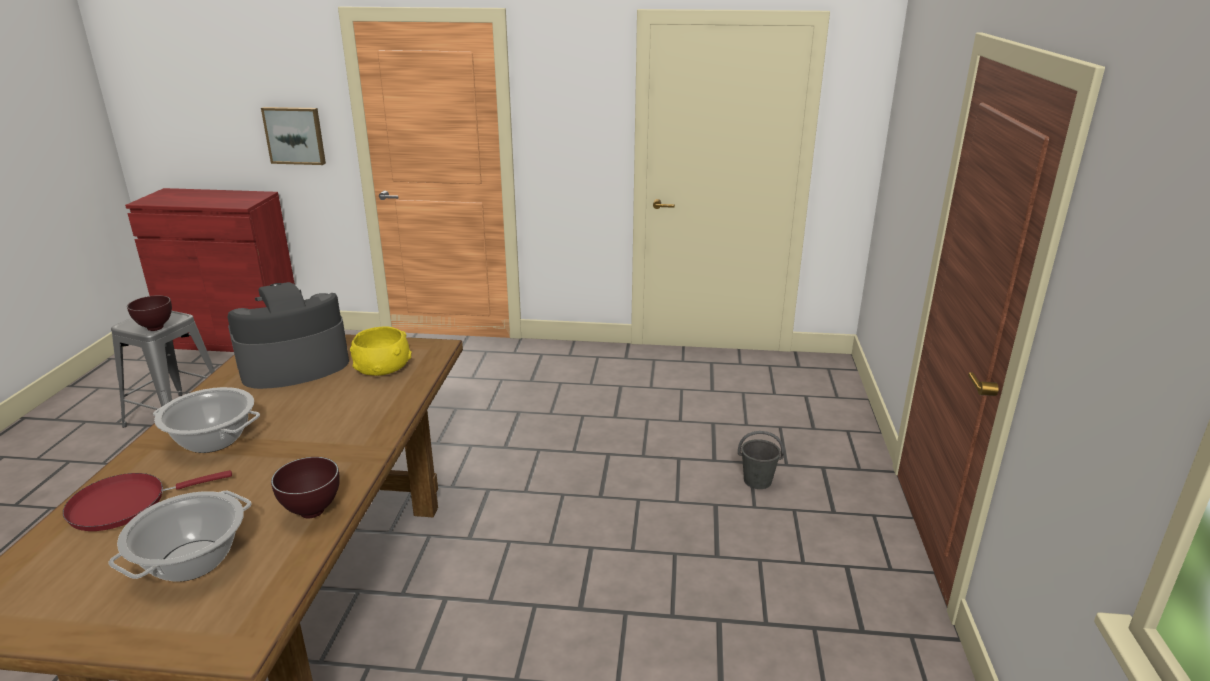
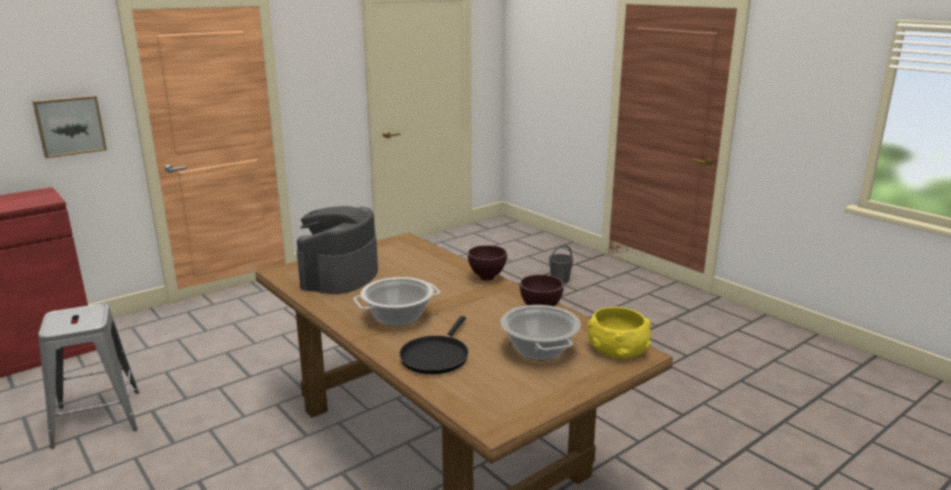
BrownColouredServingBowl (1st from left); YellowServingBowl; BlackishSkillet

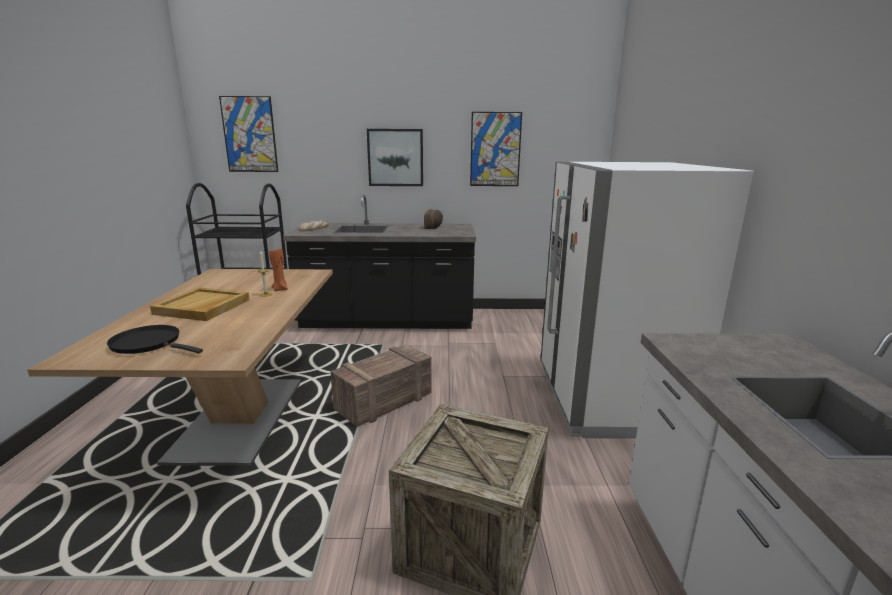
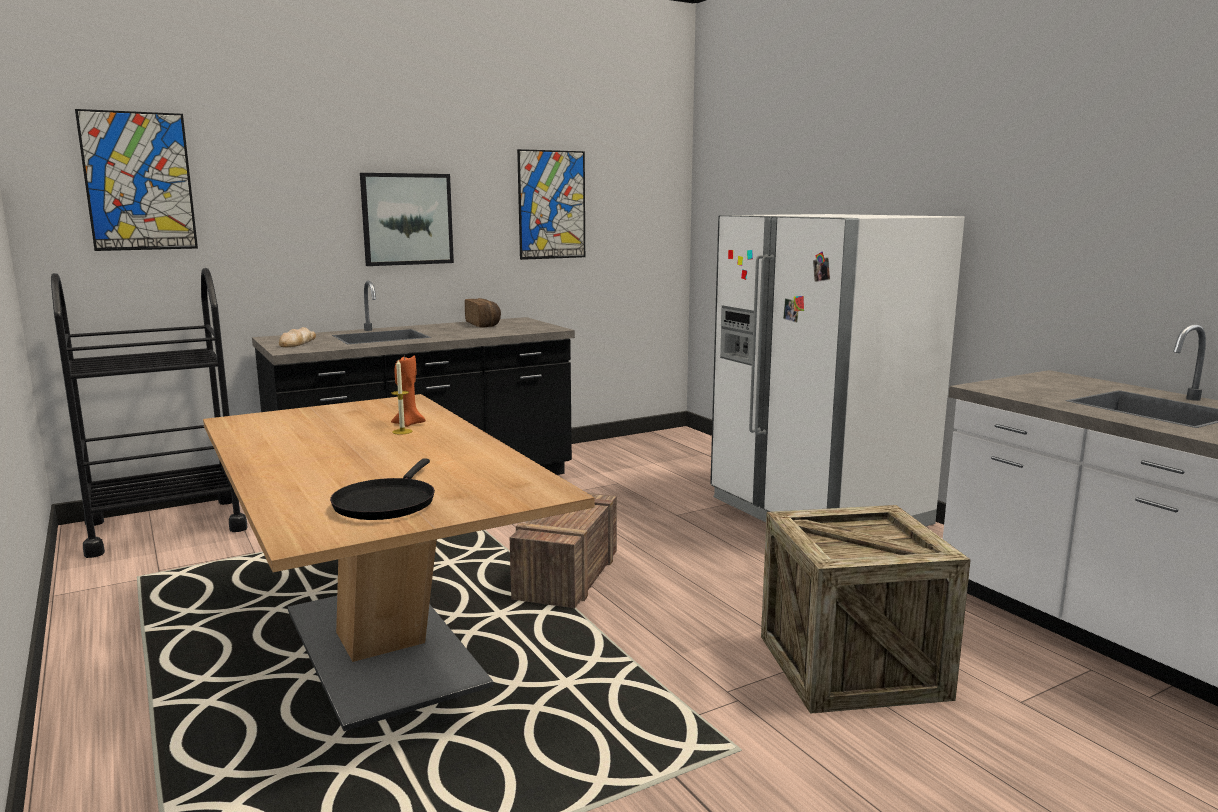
SandColouredCarryingTray; BlackishSkillet

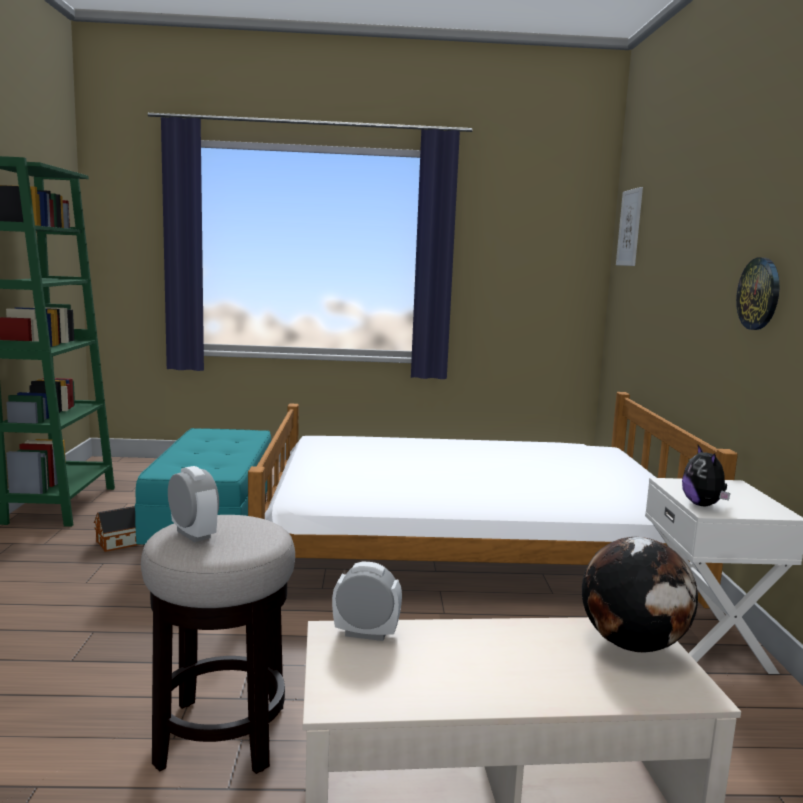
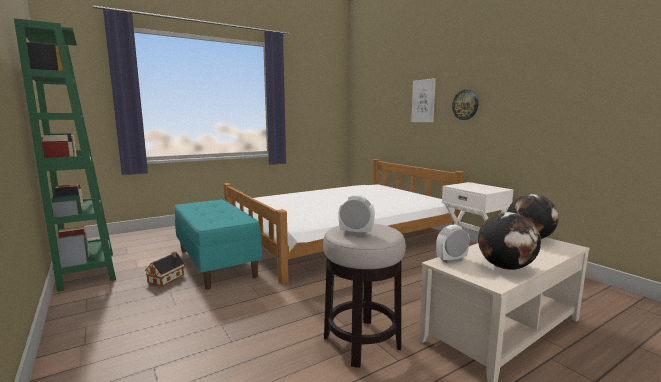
PlushToy; Globe (1st from left); WallPicture

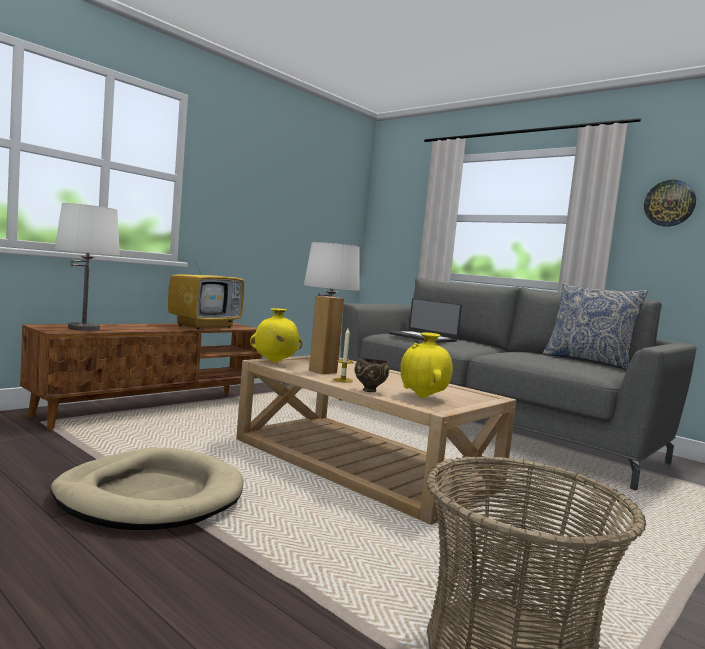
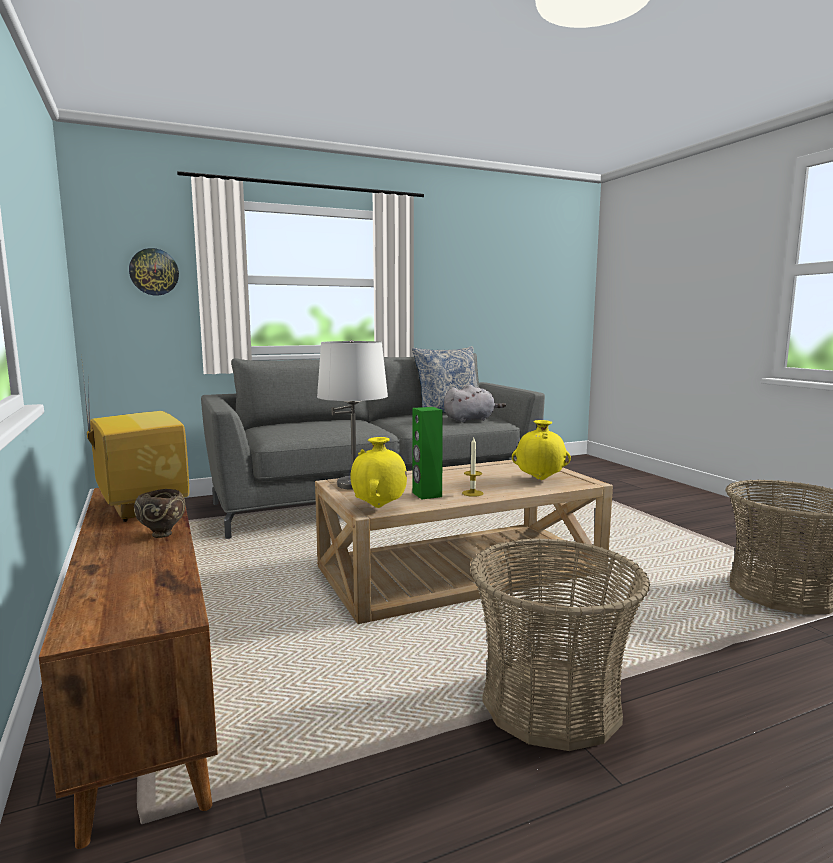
WhitishTabletopLamp (1st from left in the first image); NotebookComputer; GrayPlushToy; BrownColouredServingBowl; ClockOnTheWall; Basket (1st from left); GreenAudioSpeaker

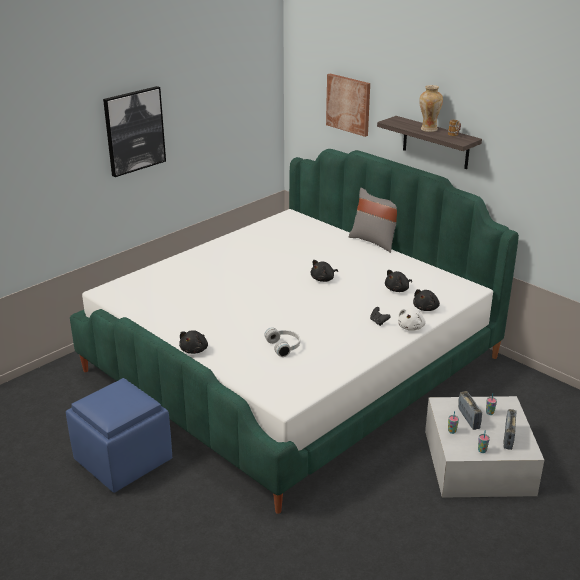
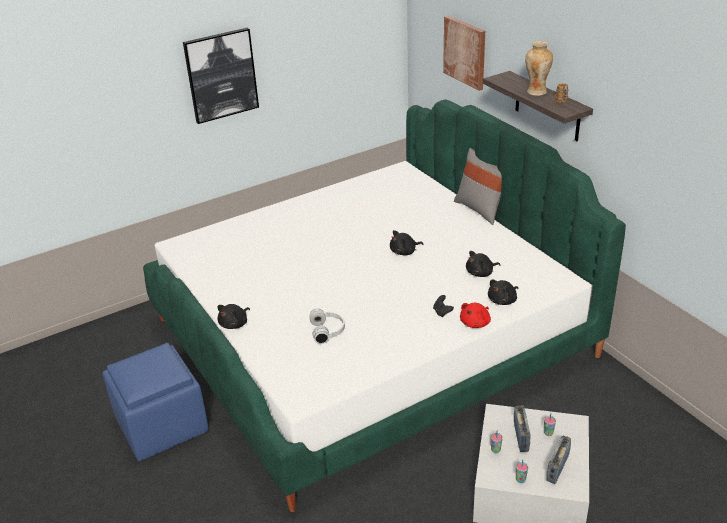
RedColouredPlushToy

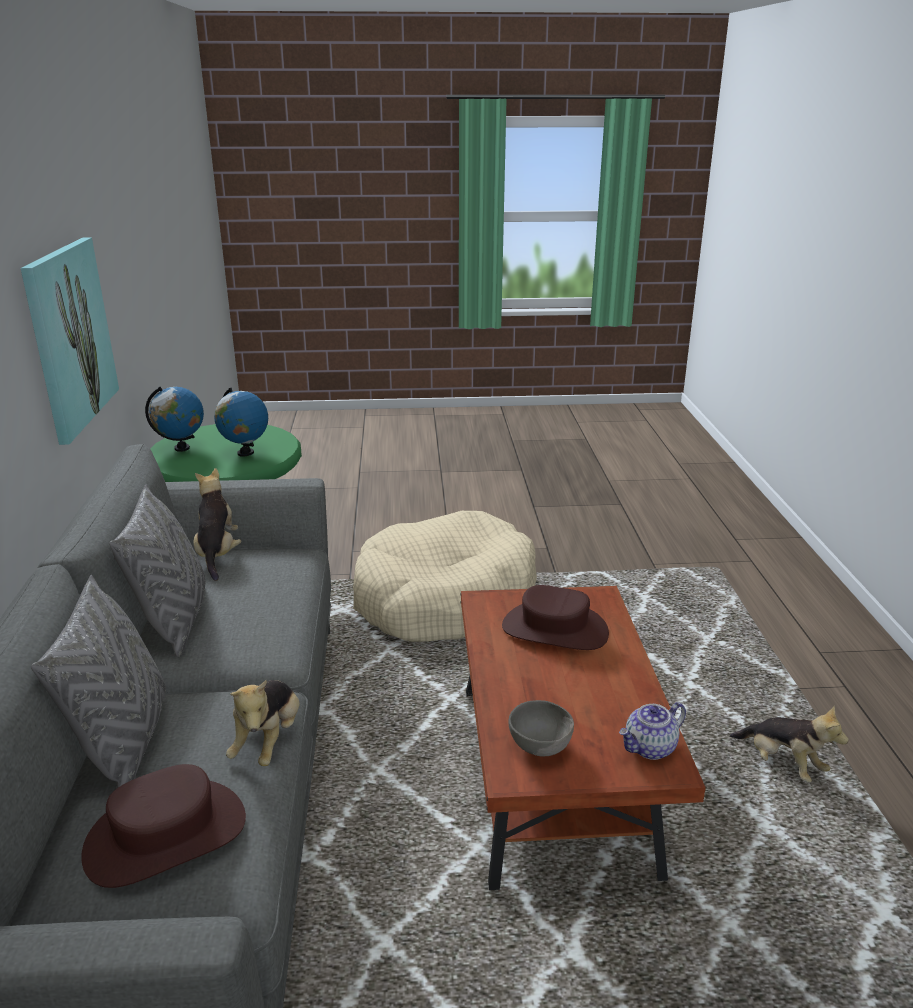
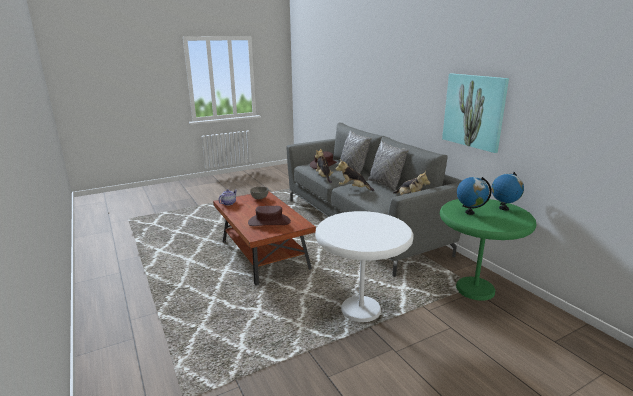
PlushToy (2nd from left); WhitishEndTable

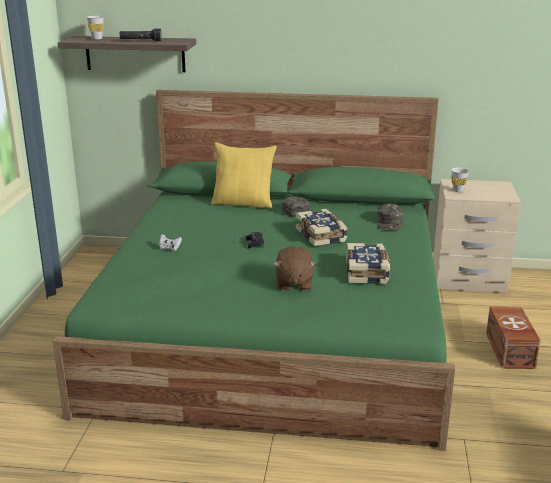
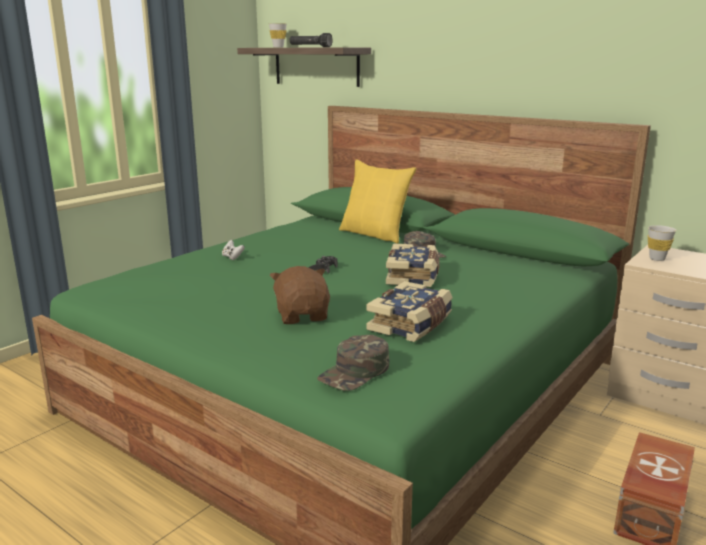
GreenPeakedCap (1st from left); BrownColouredPlushToy

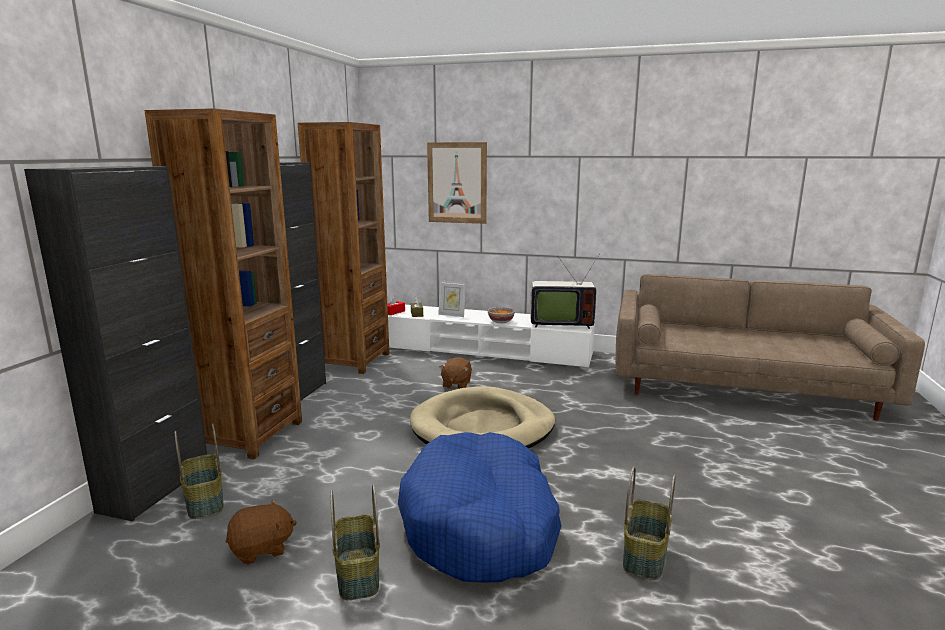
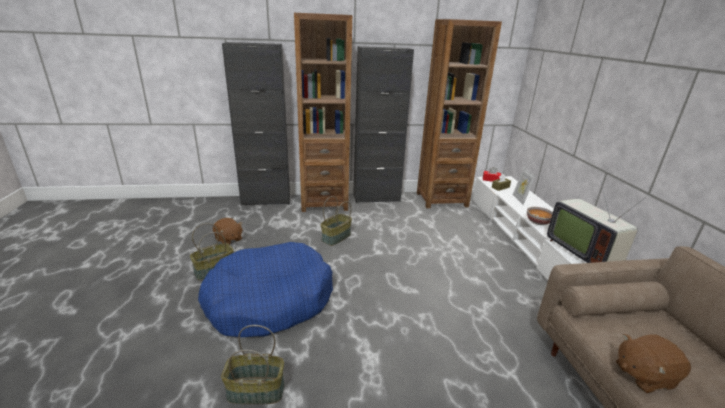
SandColouredDogBed; WallPicture; Basket (3rd from left); BrownColouredPlushToy (2nd from left)

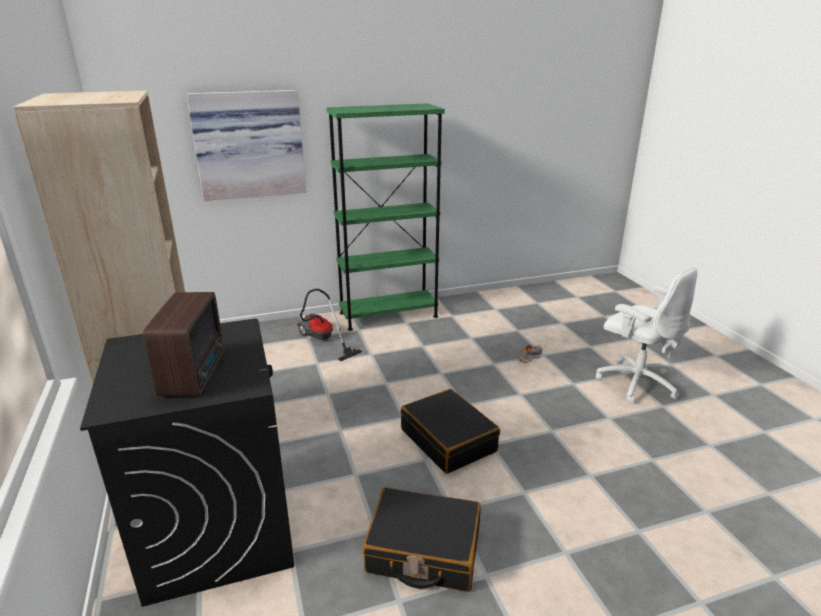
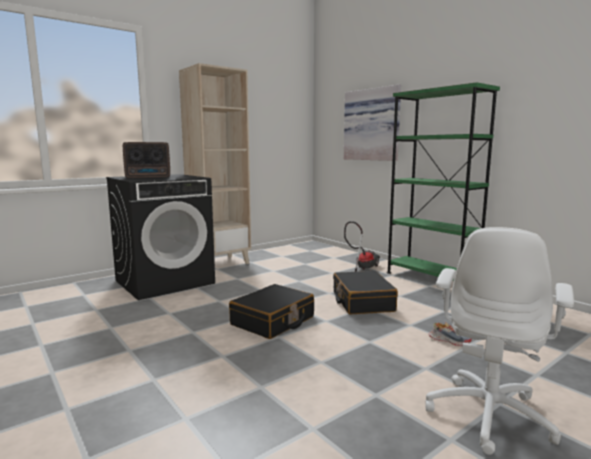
BlackishSuitcase (2nd from left)

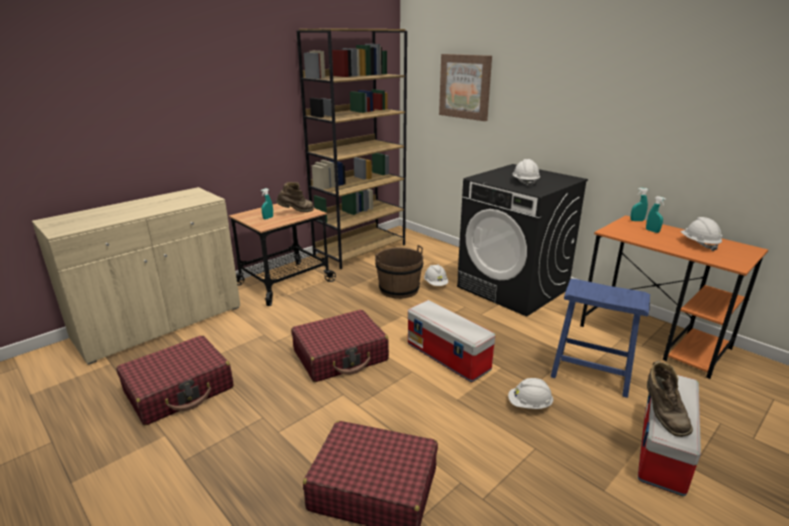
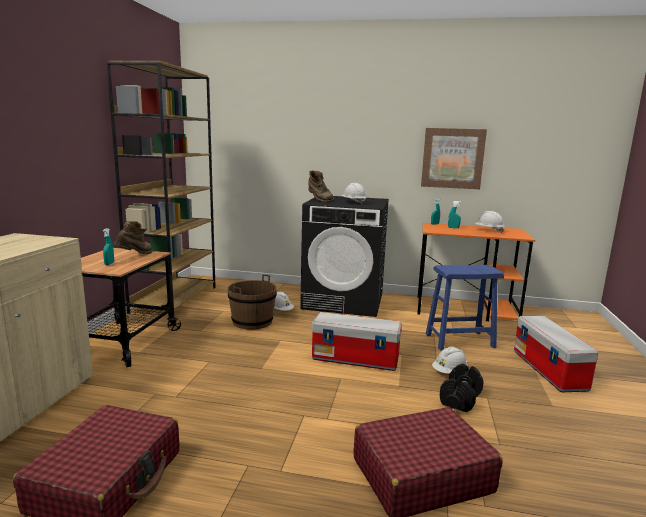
RedColouredSuitcase (2nd from left in the first image); BlackishHandWeight; WallPicture; BrownColouredHighTopBoot (2nd from left)

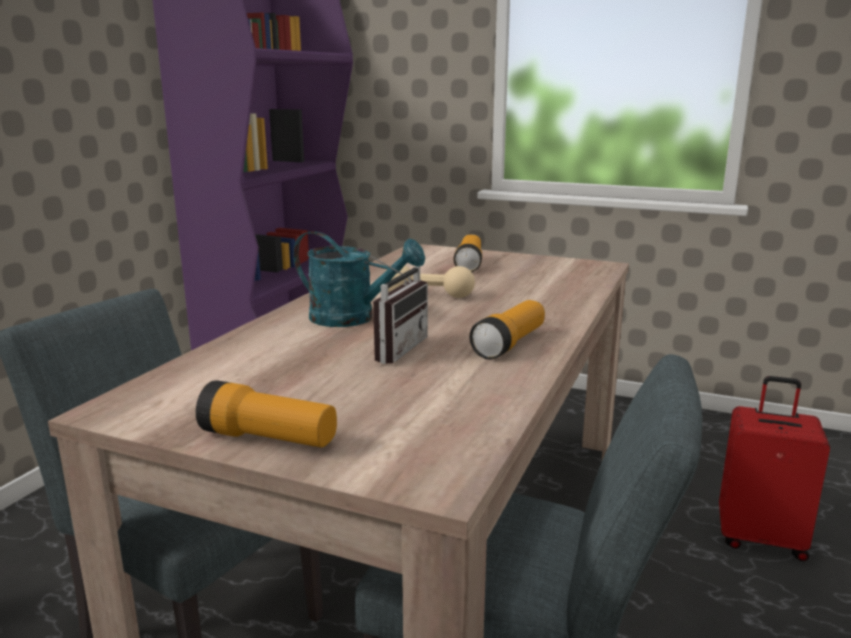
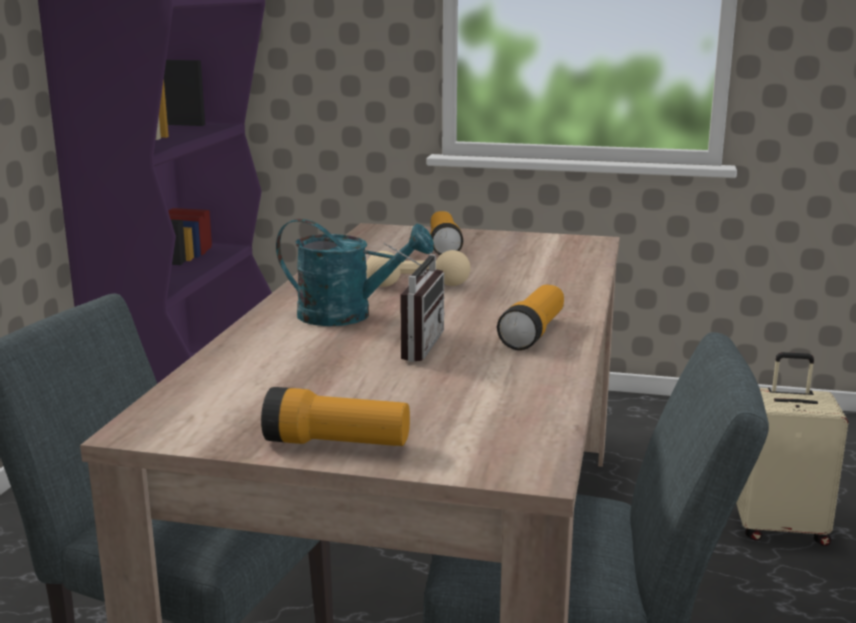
SandColouredSuitcase

